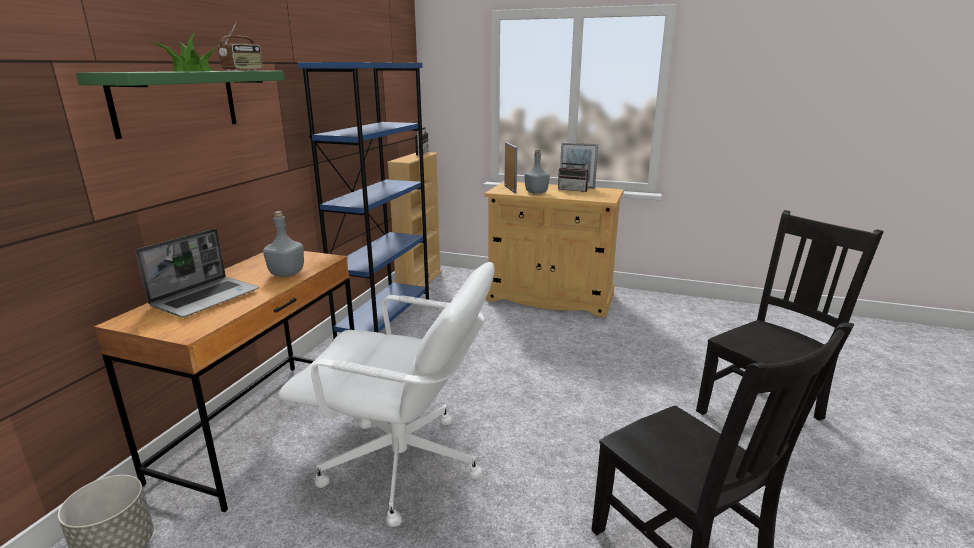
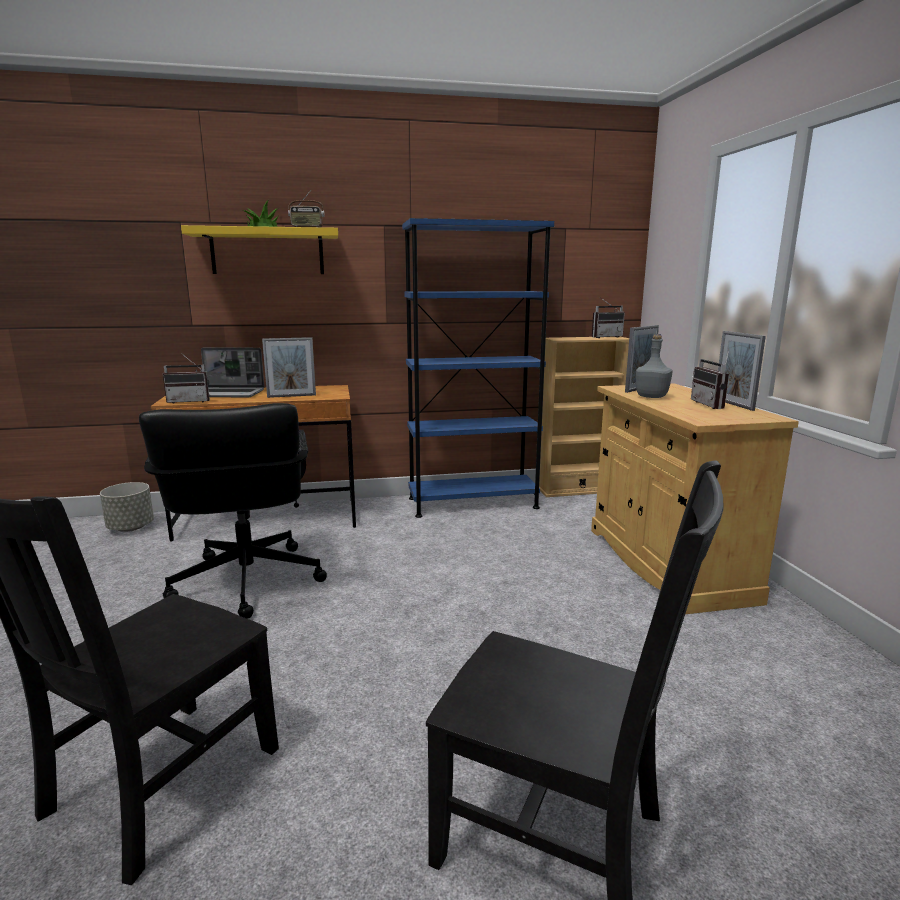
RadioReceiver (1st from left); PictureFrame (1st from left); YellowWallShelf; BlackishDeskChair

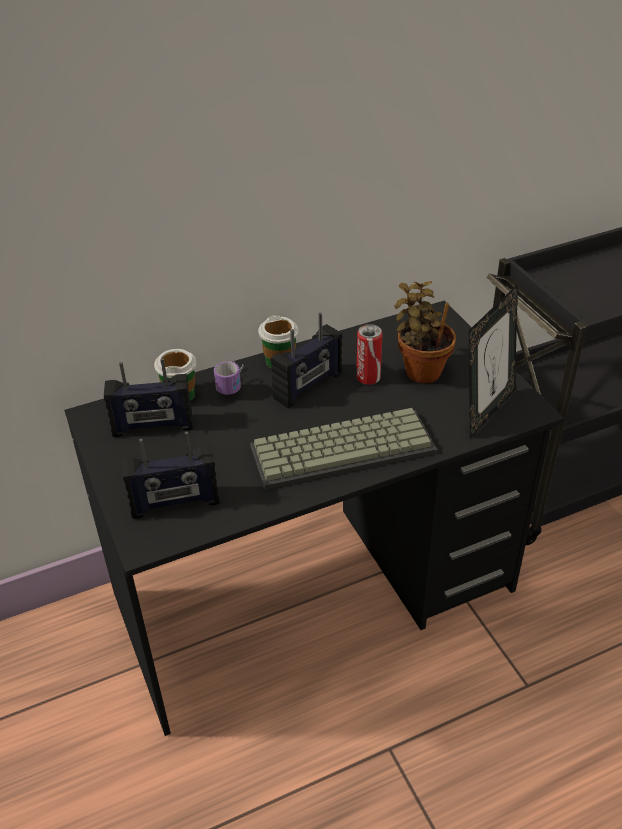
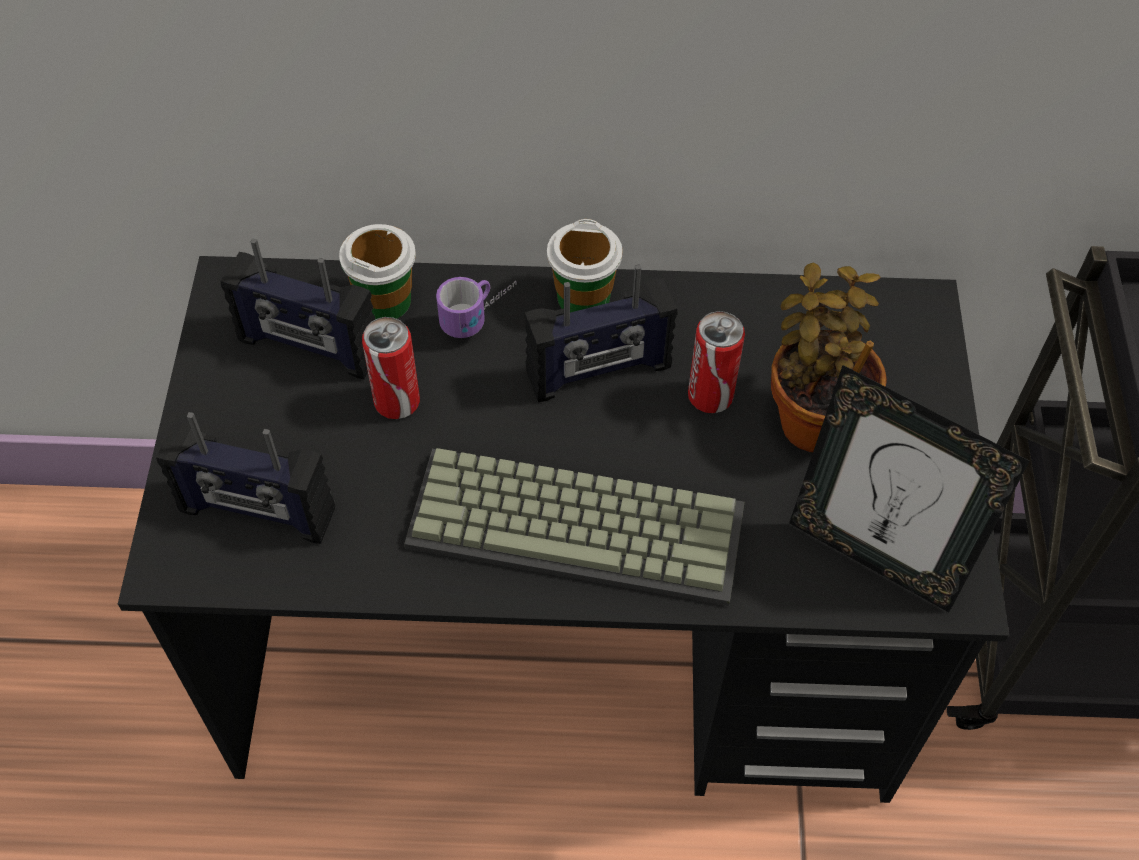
Can (1st from left); PictureFrame

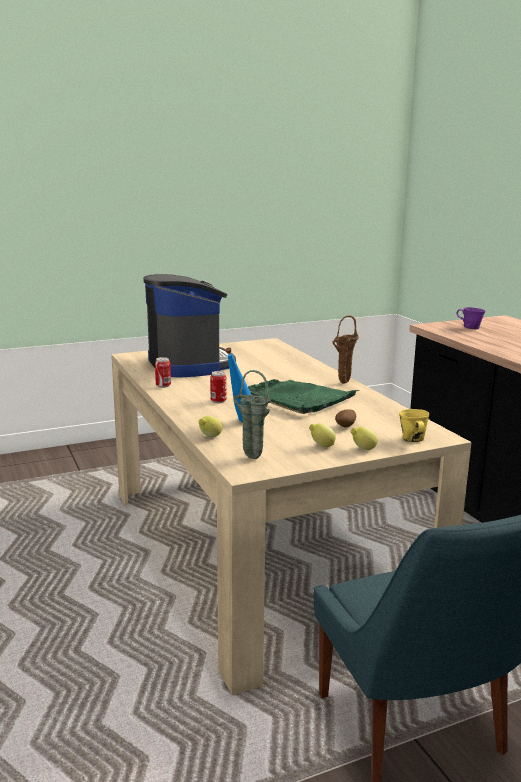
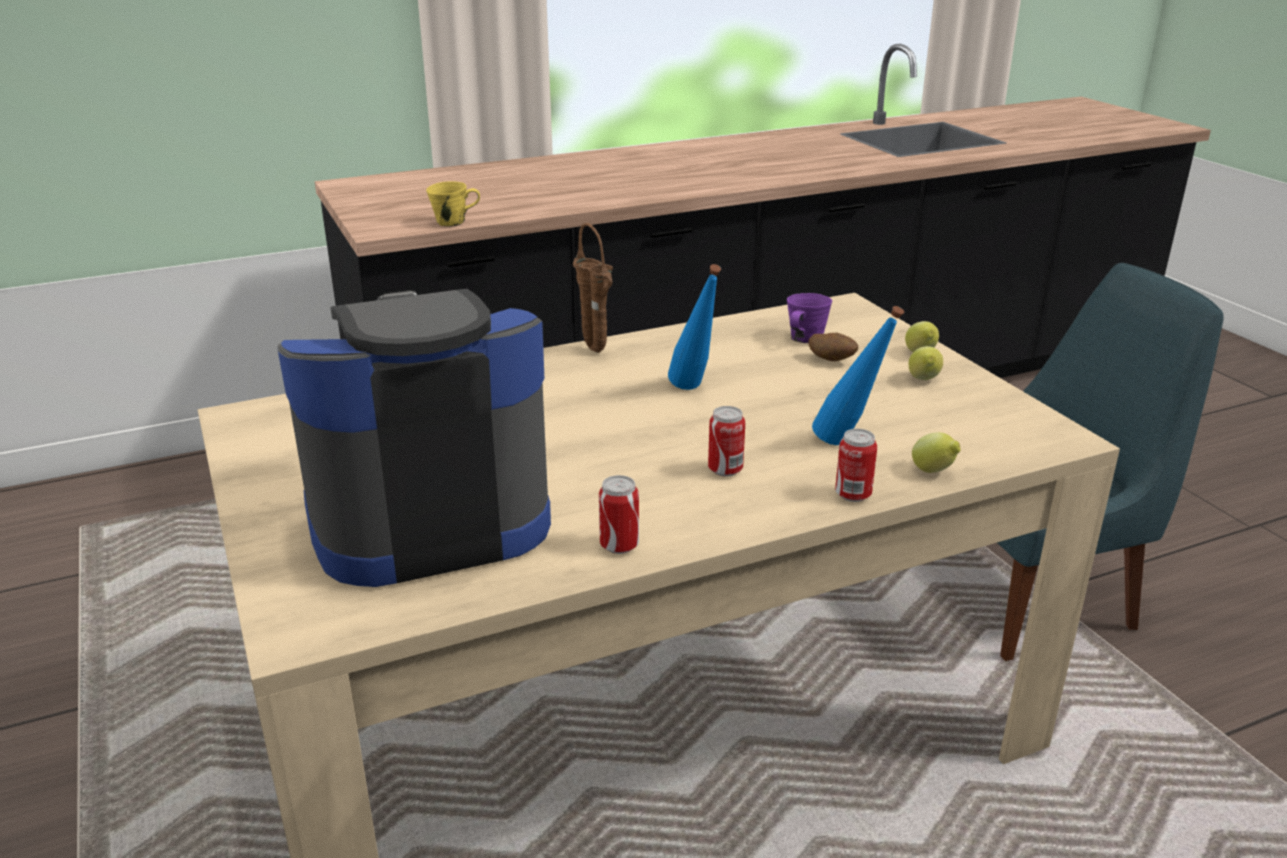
GreenDecorativeVase; Can (3rd from left); YellowTeaMug; PurplishTeaMug; BlueColouredBottle (1st from left)

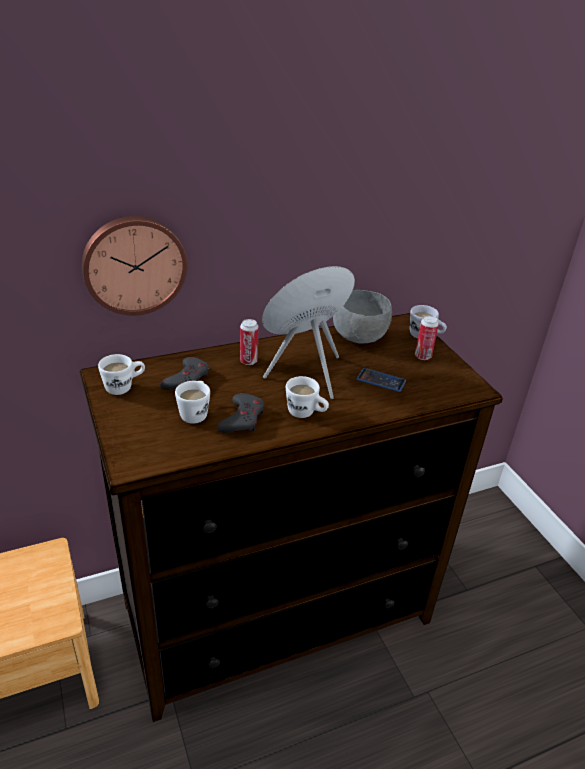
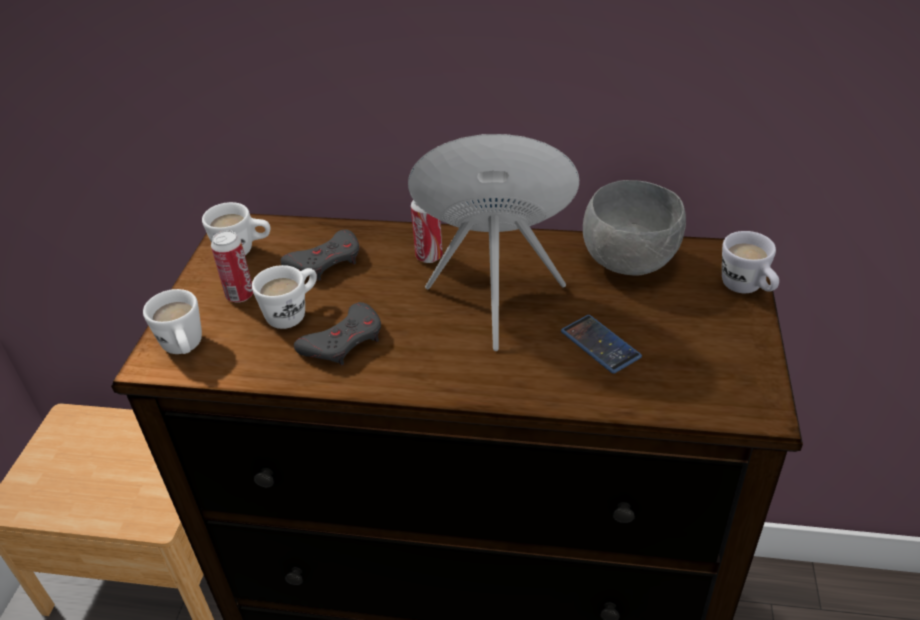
ClockOnTheWall; WhitishTeaMug (1st from left); Can (1st from left)

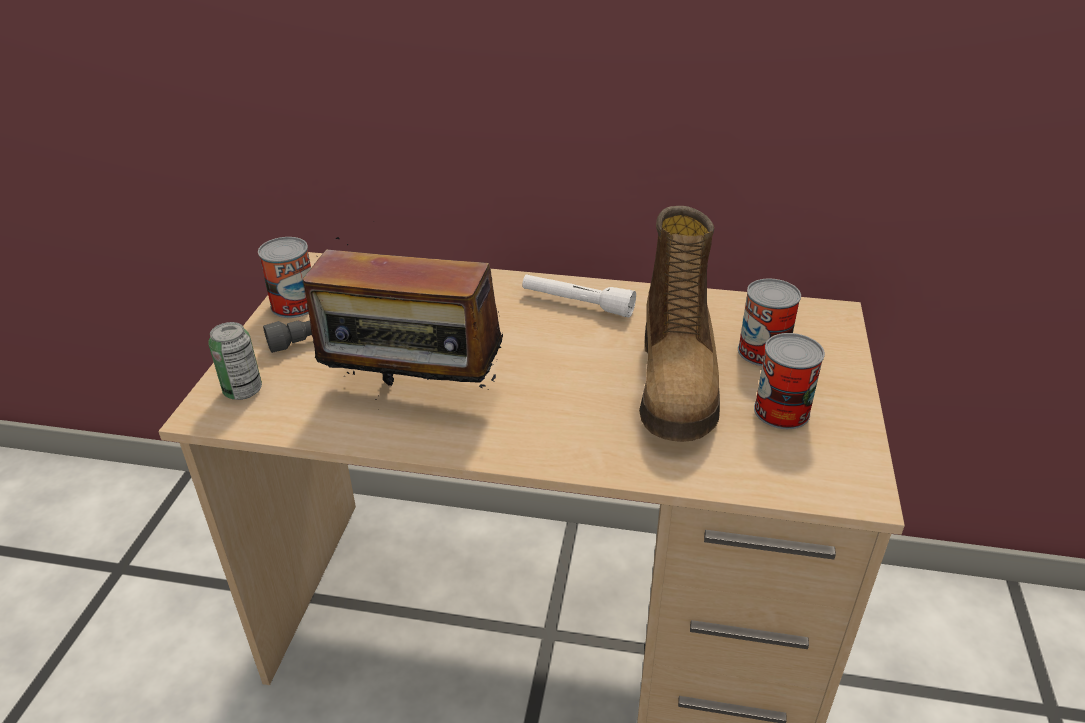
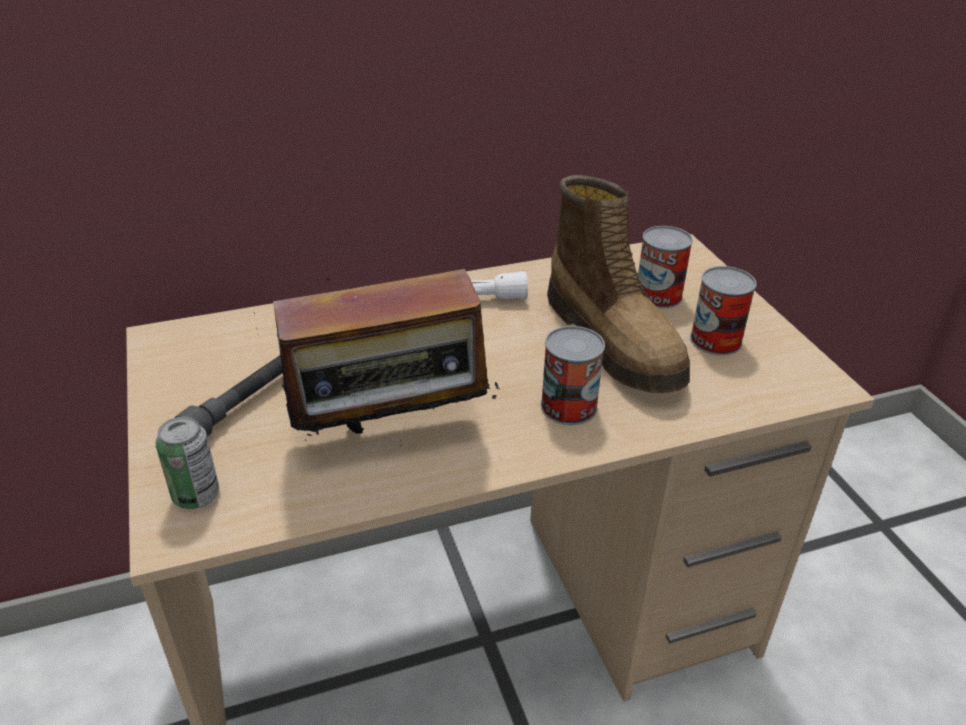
Can (2nd from left)

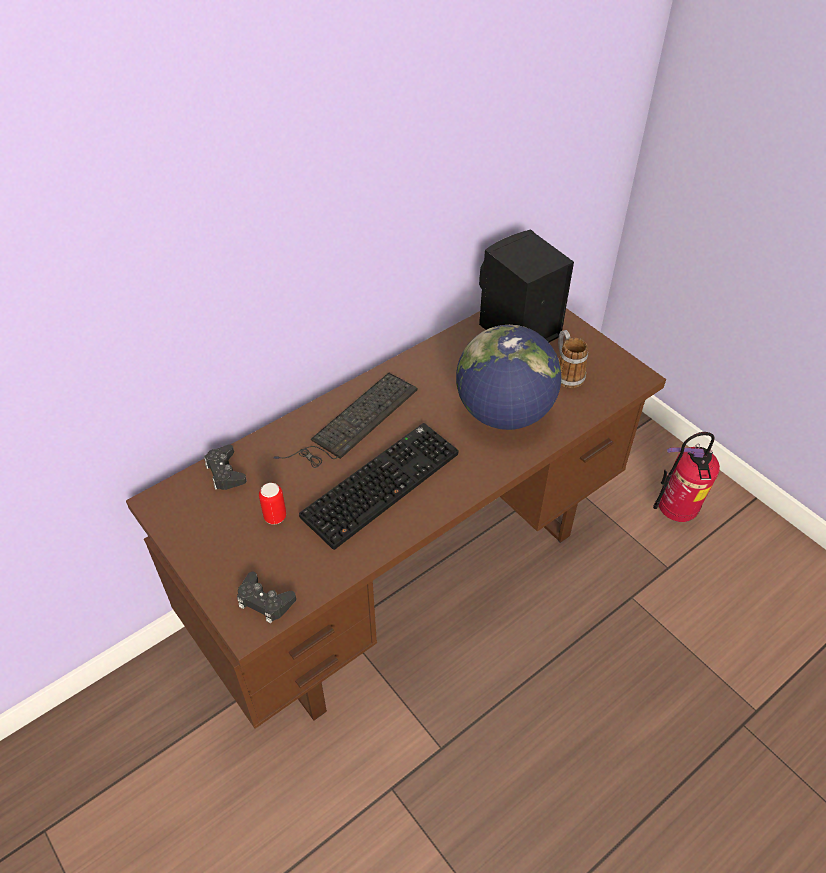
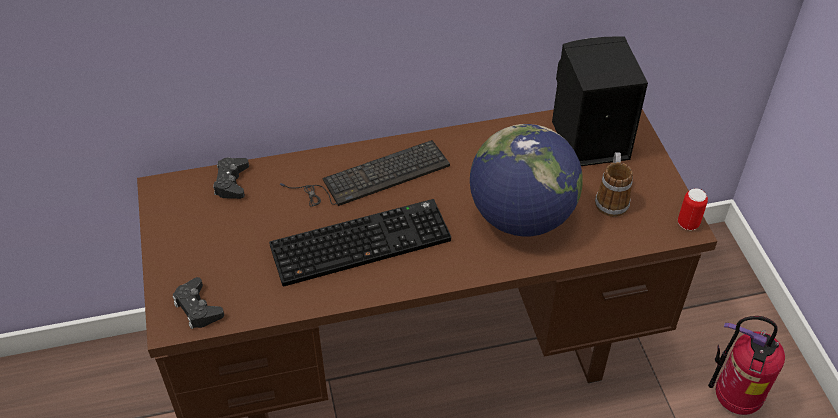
Can

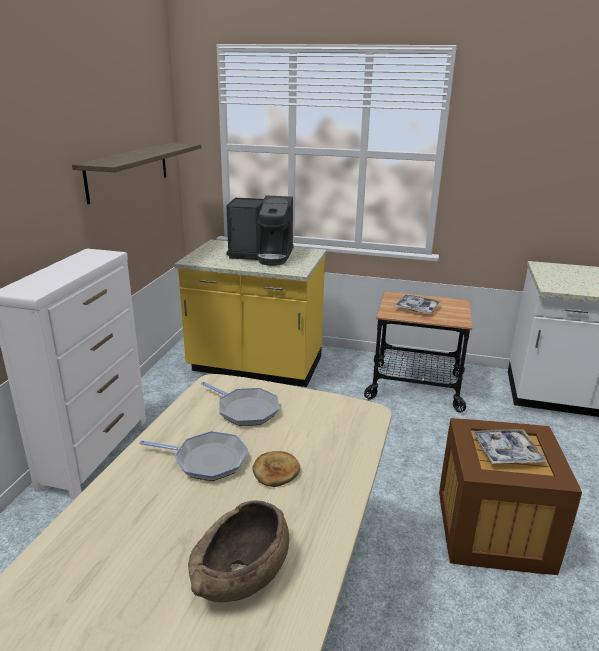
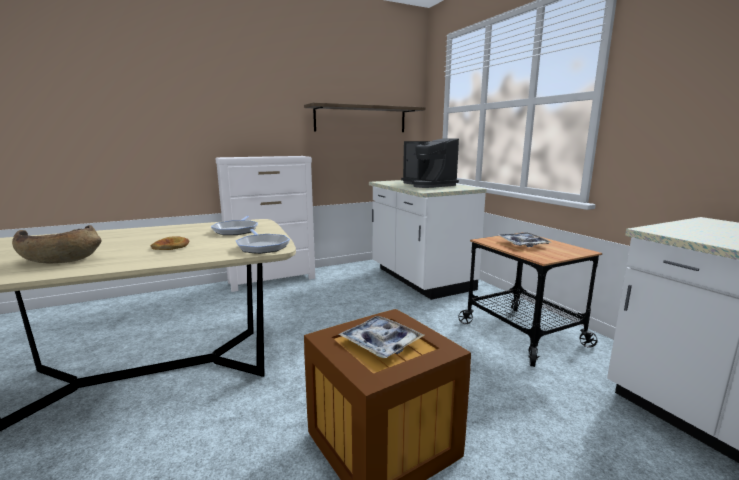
Skillet (2nd from left); WhitishCounter (1st from left)

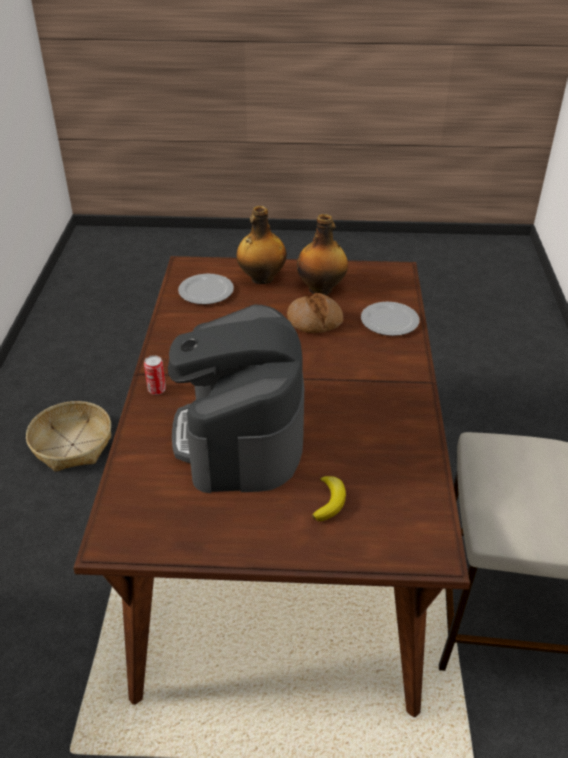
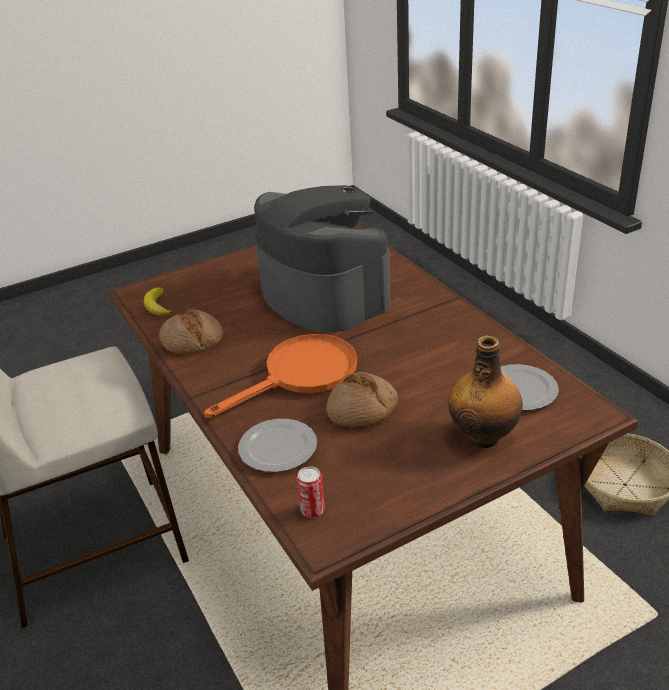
Bottle (2nd from left in the first image); BakedBread (1st from left); OrangeColouredSkillet; Can; BananaFruit

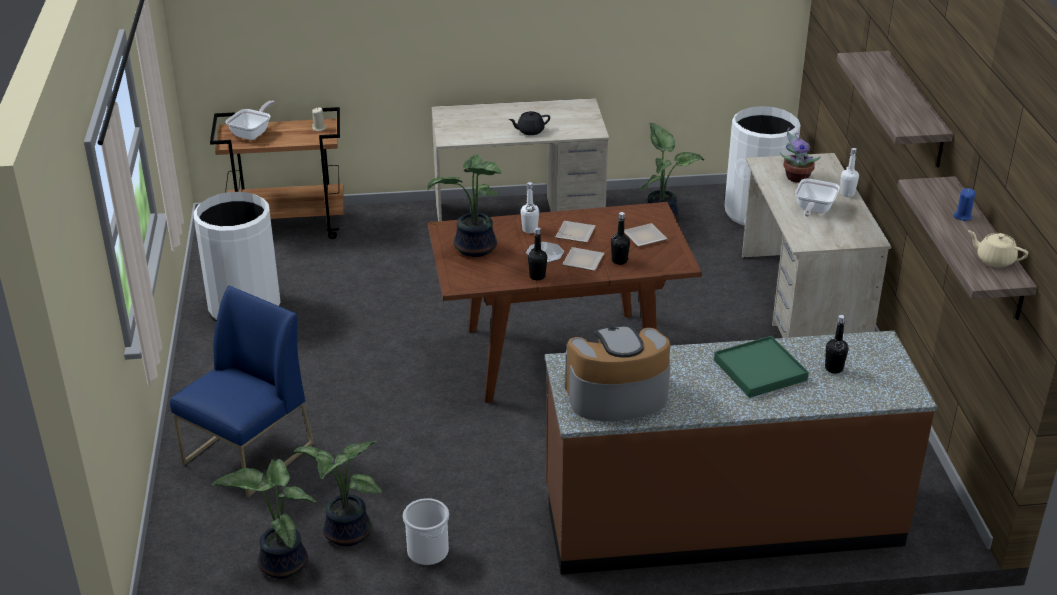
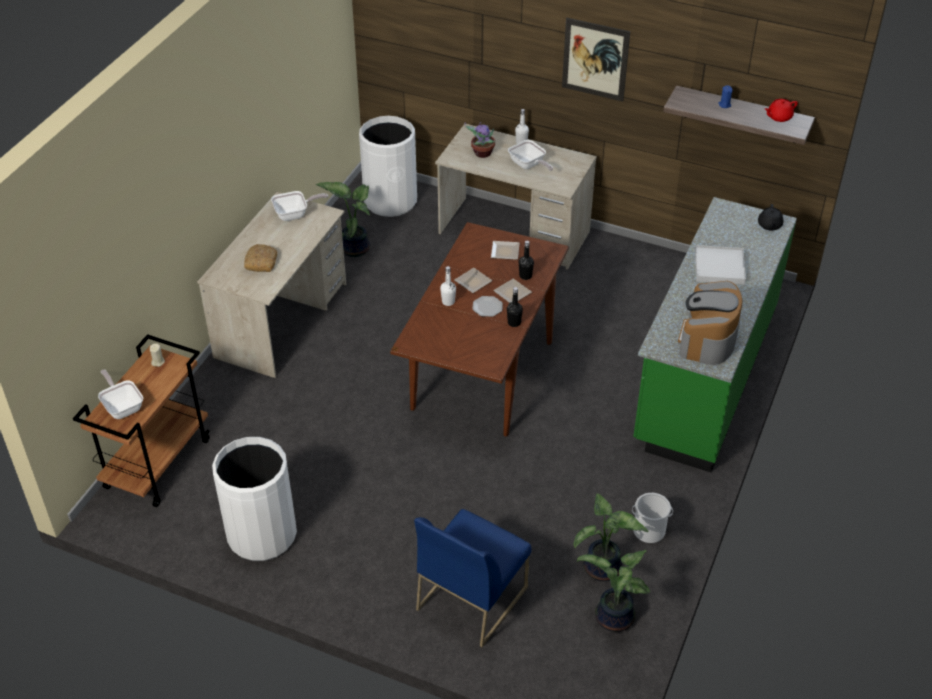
Houseplant (3rd from left in the first image); BlackishBottle (3rd from left in the first image); BakedBread; Skillet (2nd from left); BlackishTeapot; WallPicture; GreenCounter; WhitishCarryingTray; RedColouredTeapot; BlueColouredPlainChair

